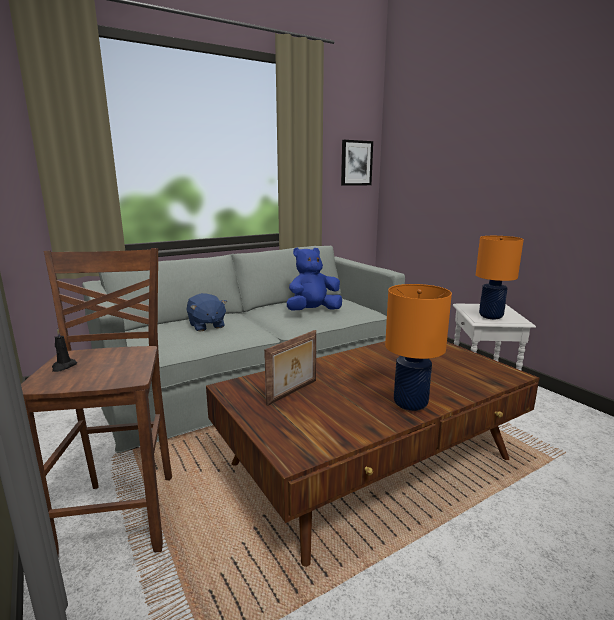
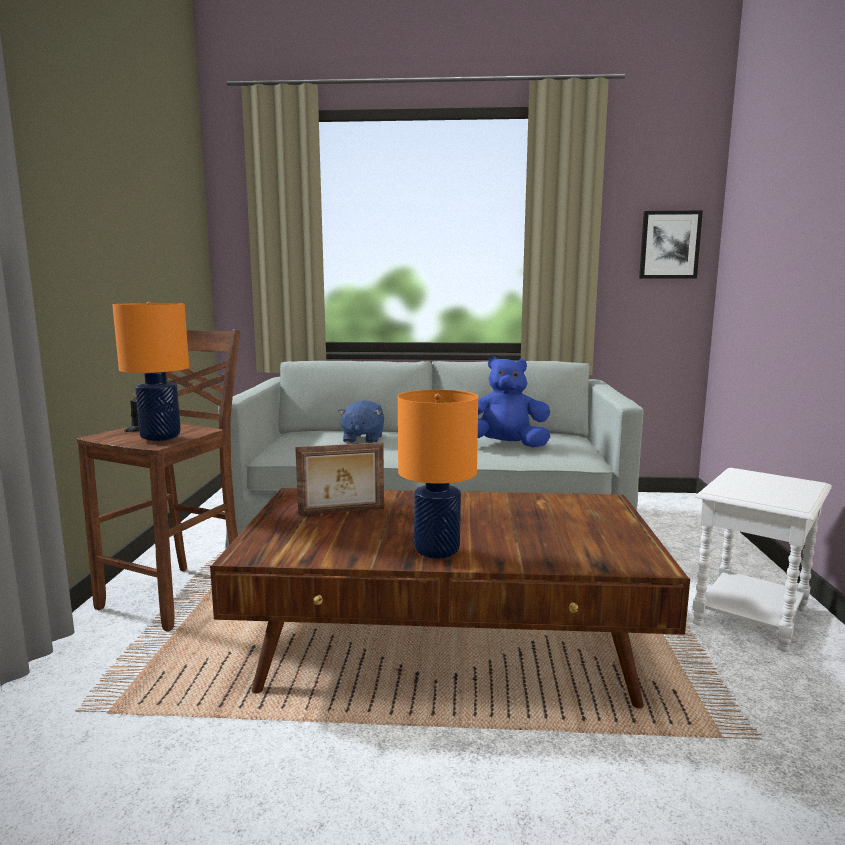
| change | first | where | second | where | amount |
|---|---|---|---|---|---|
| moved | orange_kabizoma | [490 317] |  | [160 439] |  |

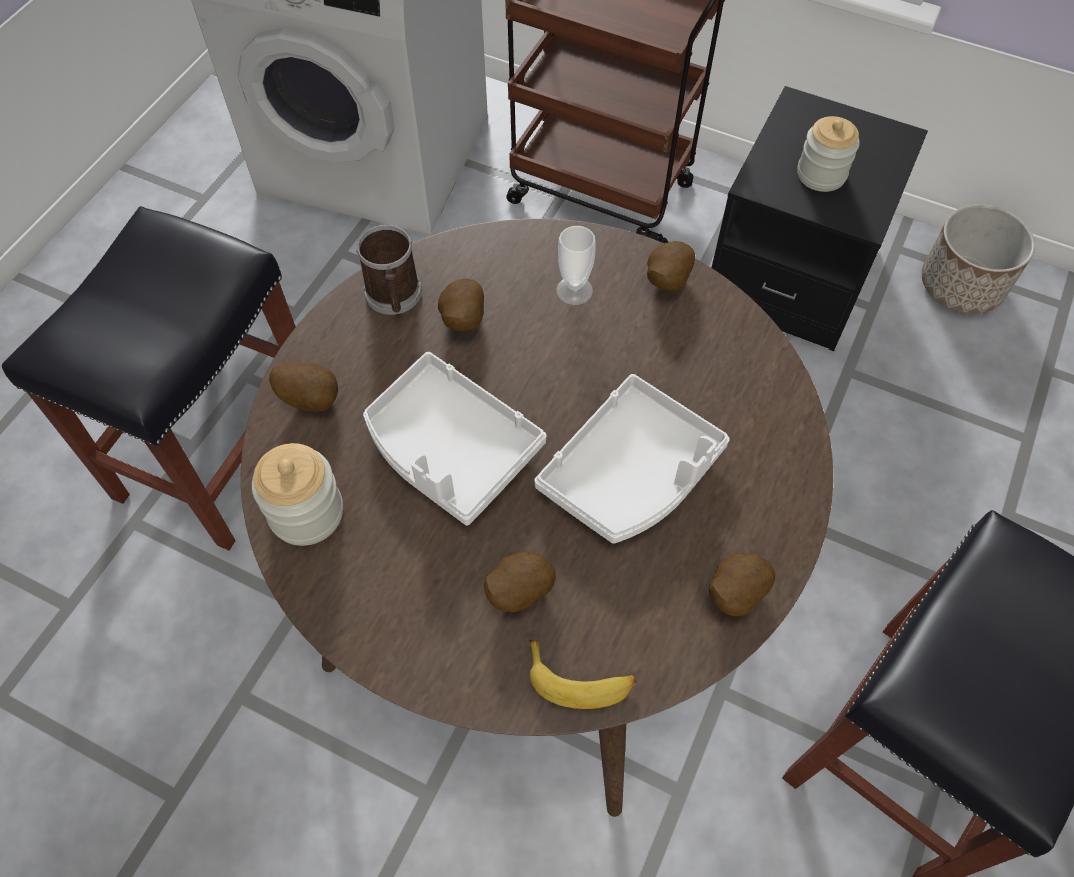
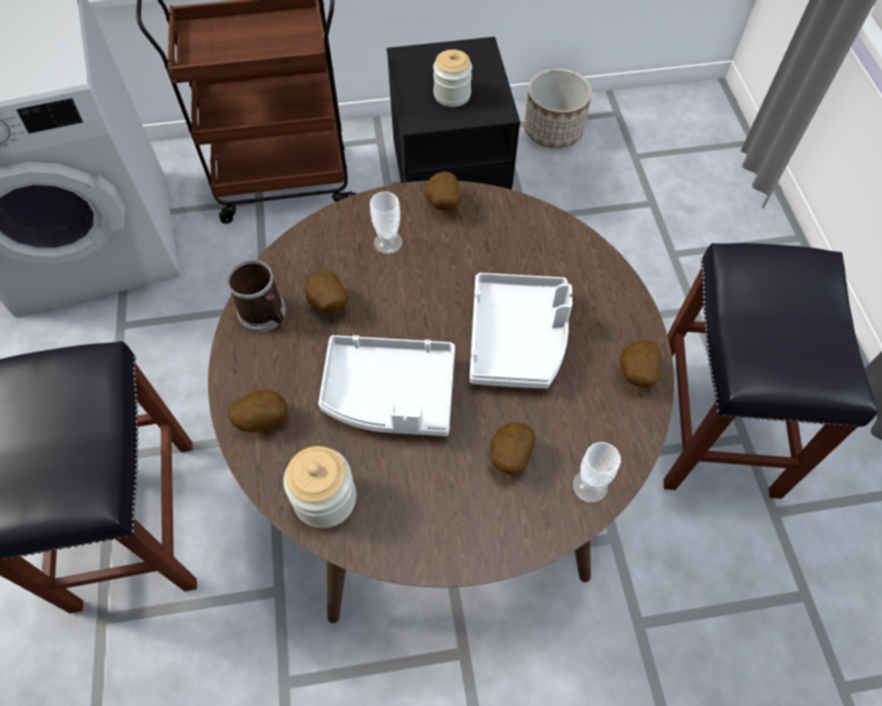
| change | first | where | second | where | amount |
|---|---|---|---|---|---|
| replaced | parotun | [580 679] | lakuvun | [590 486] |  |

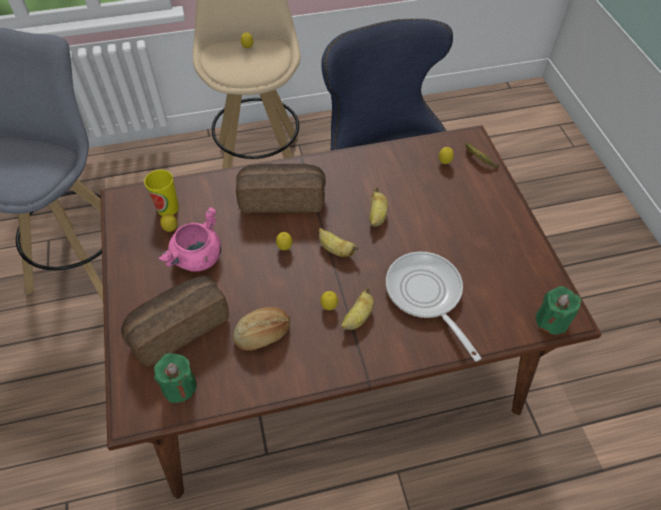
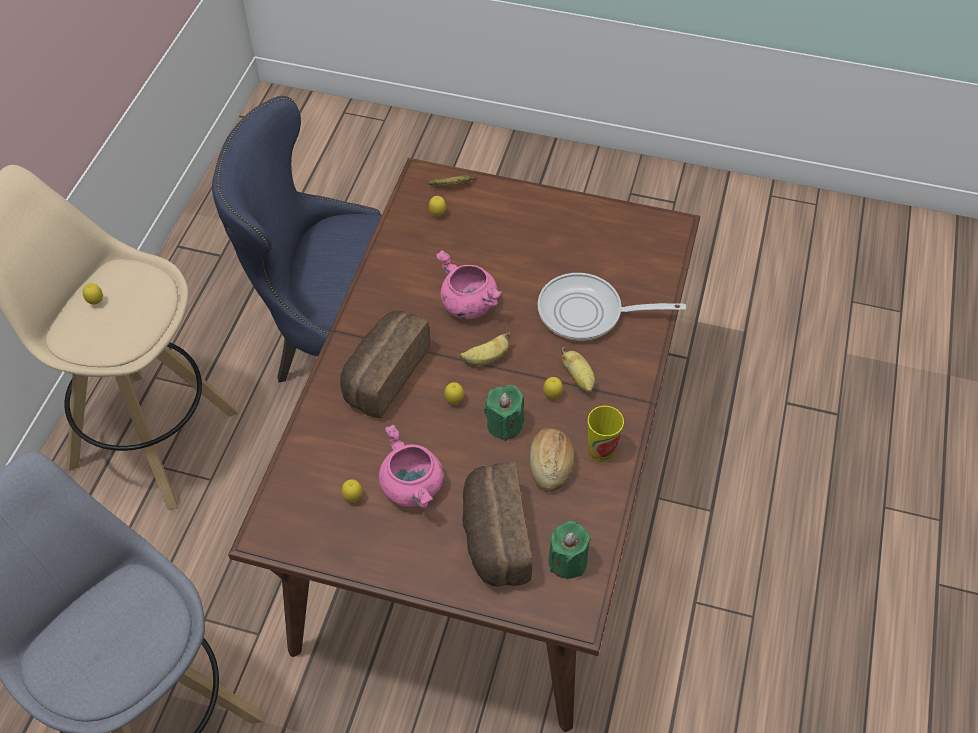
| change | first | where | second | where | amount |
|---|---|---|---|---|---|
| replaced | parotun | [377 216] | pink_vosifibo | [467 304] |  |
| moved | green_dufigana | [551 320] |  | [504 424] |  |
| moved | lakuvun | [167 208] |  | [601 450] |  |

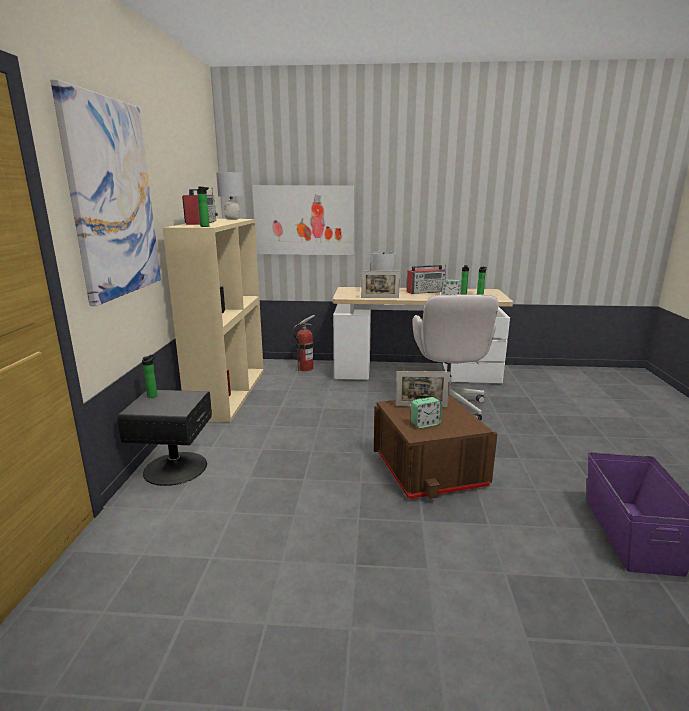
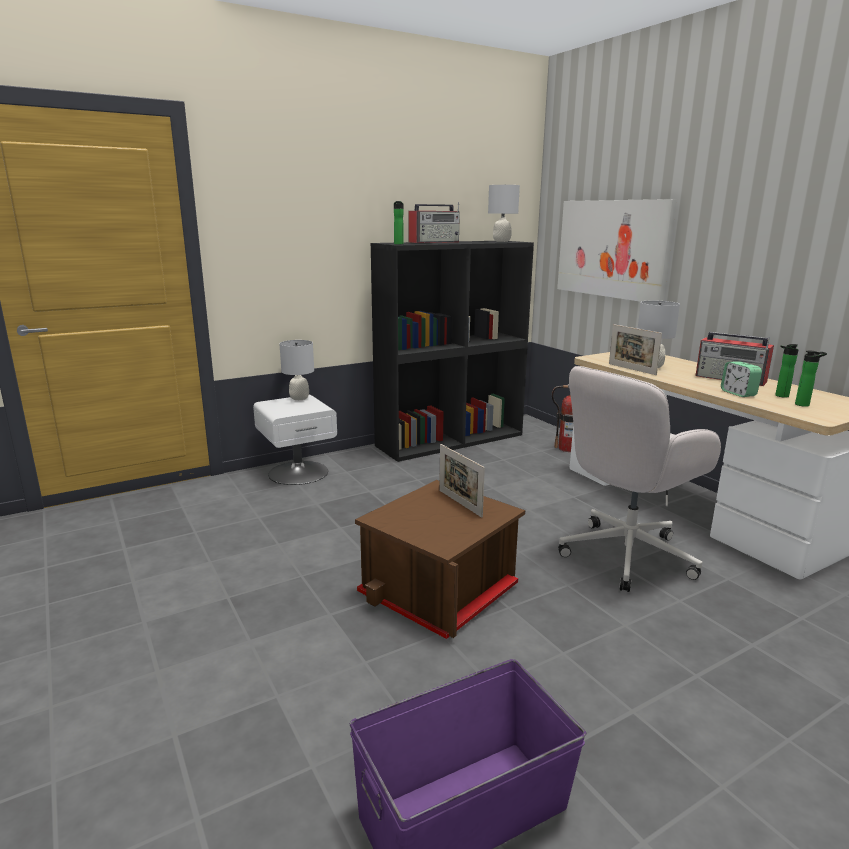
| change | first | where | second | where | amount |
|---|---|---|---|---|---|
| recoloured | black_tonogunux | [174 468] | white_tonogunux | [298 472] |  |
| replaced | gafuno | [153 395] | grey_kabizoma | [300 399] |  |
| recoloured | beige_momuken | [228 392] | black_momuken | [450 440] |  |
| removed | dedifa | [113 199] |  |  |  |
| removed | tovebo | [425 424] |  |  |  |

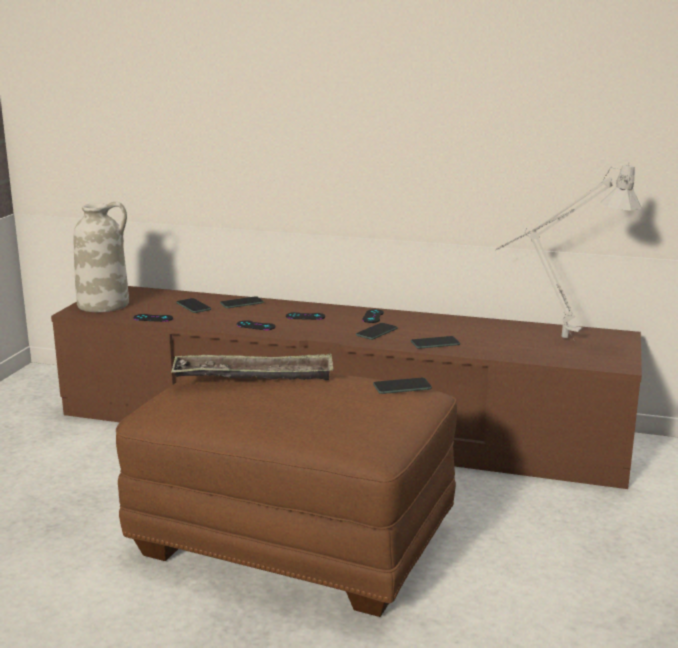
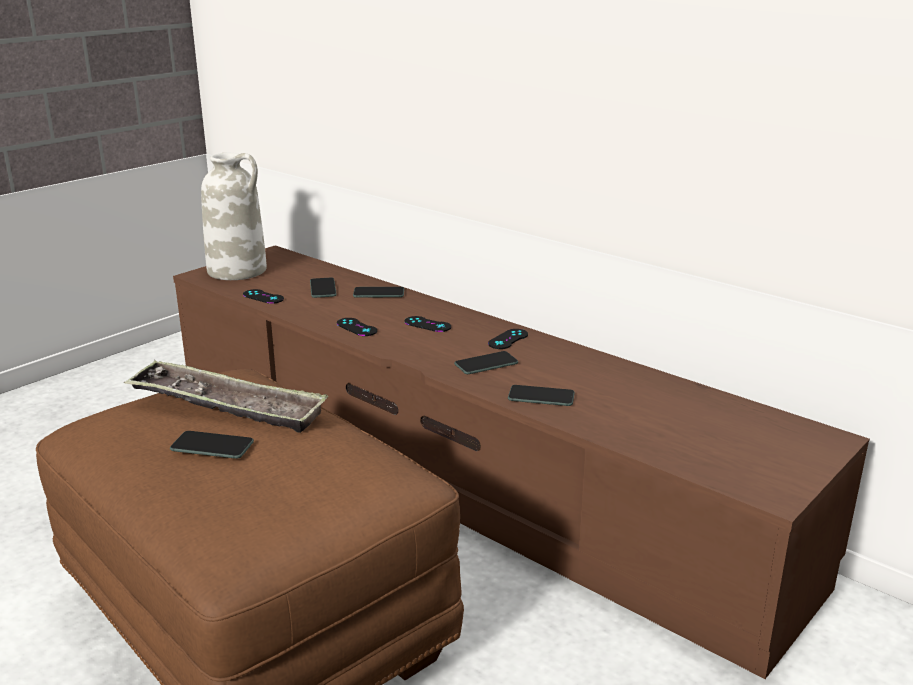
| change | first | where | second | where | amount |
|---|---|---|---|---|---|
| moved | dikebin | [402 387] |  | [212 446] |  |
| removed | grey_kabizoma | [555 338] |  |  |  |

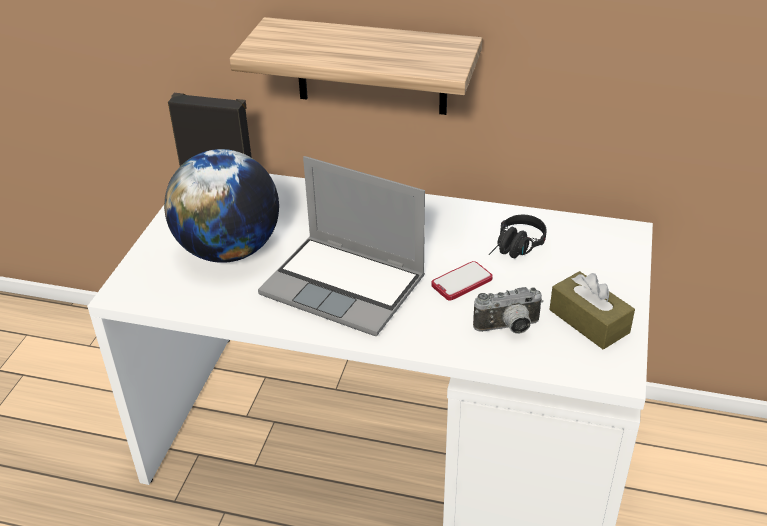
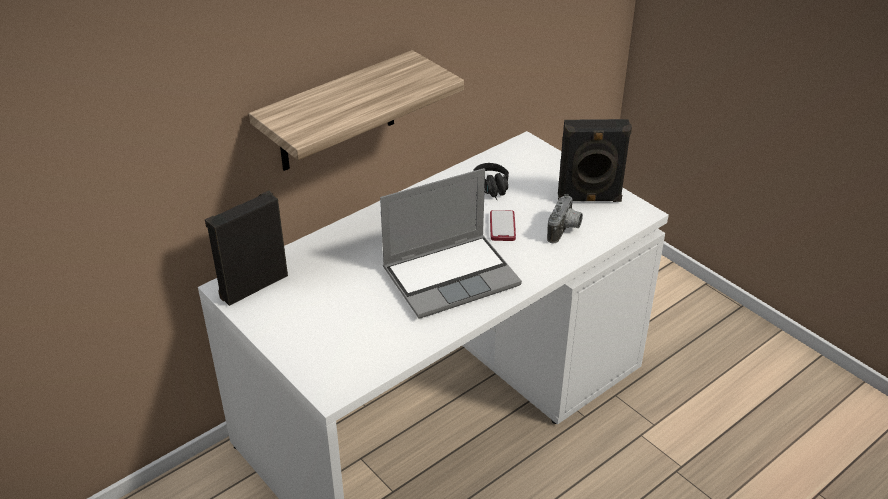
| change | first | where | second | where | amount |
|---|---|---|---|---|---|
| replaced | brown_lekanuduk | [589 321] | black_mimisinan | [589 199] |  |
| removed | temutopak | [229 250] |  |  |  |

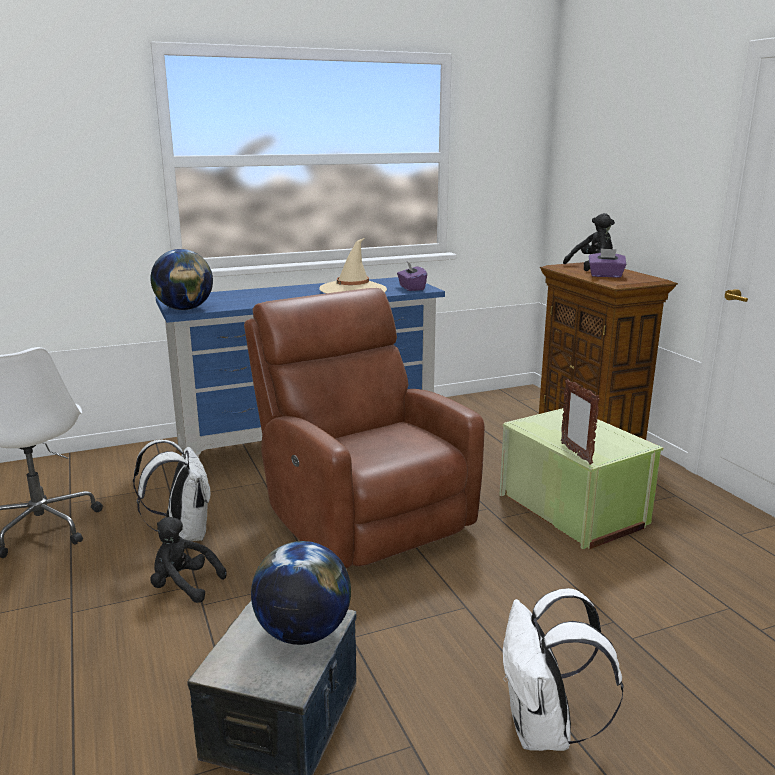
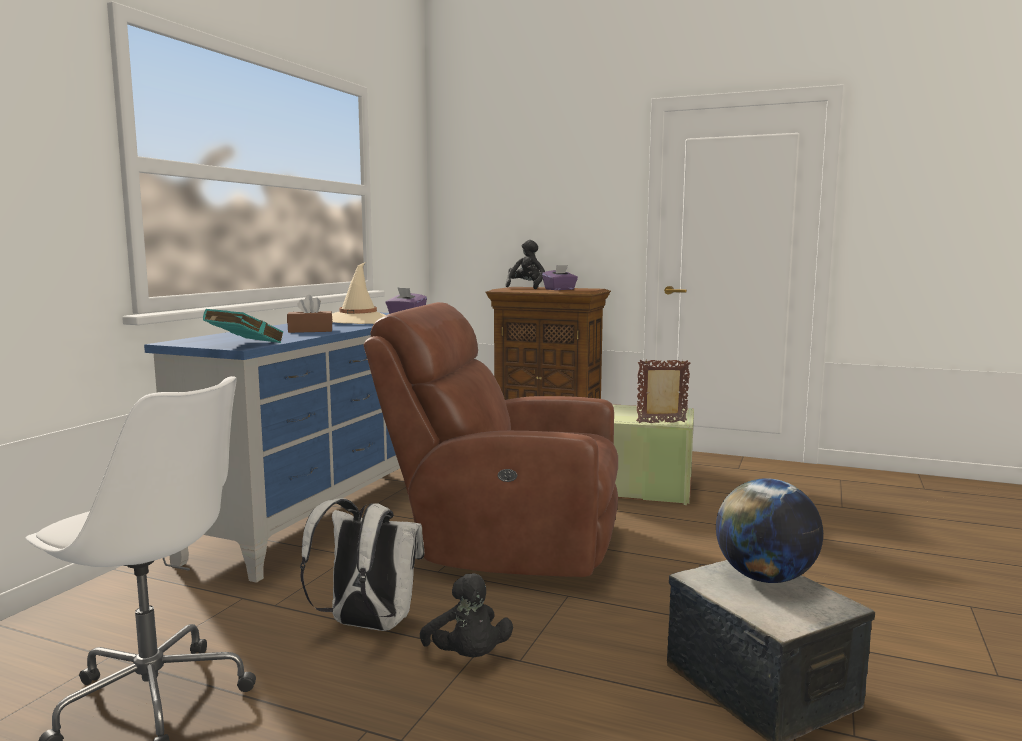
| change | first | where | second | where | amount |
|---|---|---|---|---|---|
| replaced | temutopak | [184 309] | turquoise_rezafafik | [242 345] |  |
| added |  |  | brown_lekanuduk | [310 331] |  |
| turned | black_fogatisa | [184 586] |  | [467 657] | 90 degrees counterclockwise |
| turned | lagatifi | [576 453] |  | [662 423] | 150 degrees clockwise |
| removed | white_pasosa | [544 730] |  |  |  |

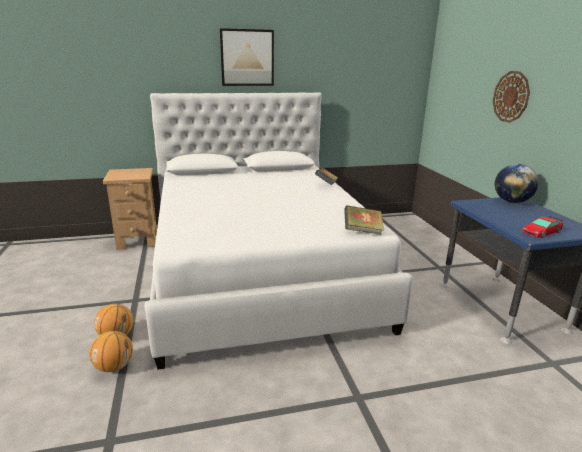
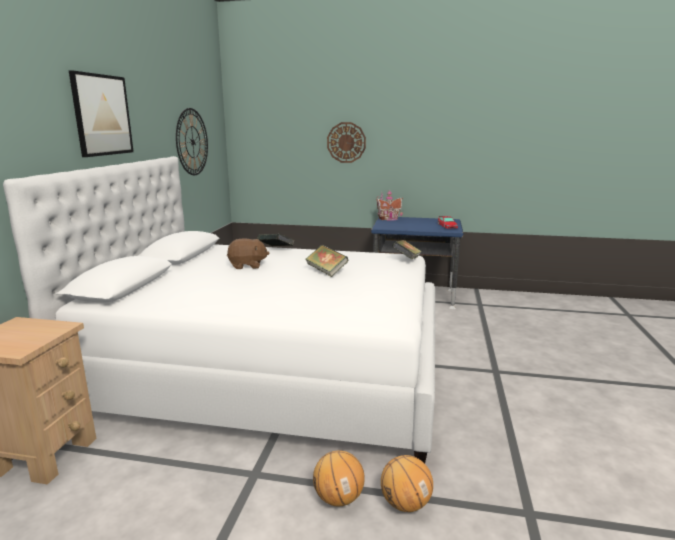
| change | first | where | second | where | amount |
|---|---|---|---|---|---|
| added |  |  | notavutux | [192 142] |  |
| added |  |  | brown_fogatisa | [247 266] |  |
| added |  |  | rezafafik | [326 271] |  |
| replaced | temutopak | [511 201] | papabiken | [389 219] |  |

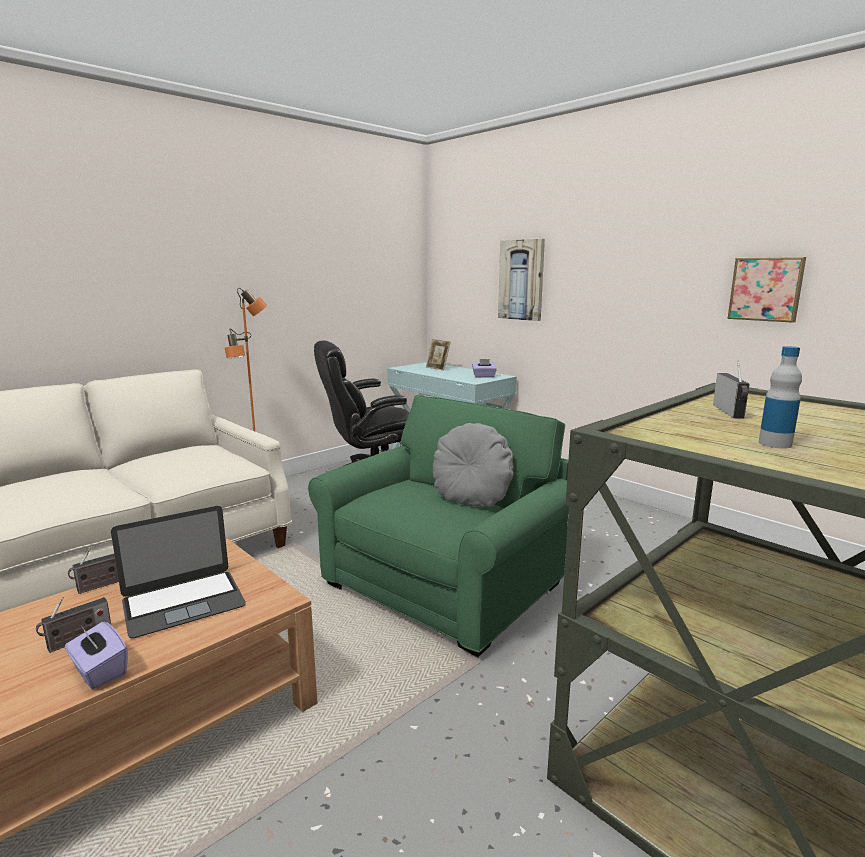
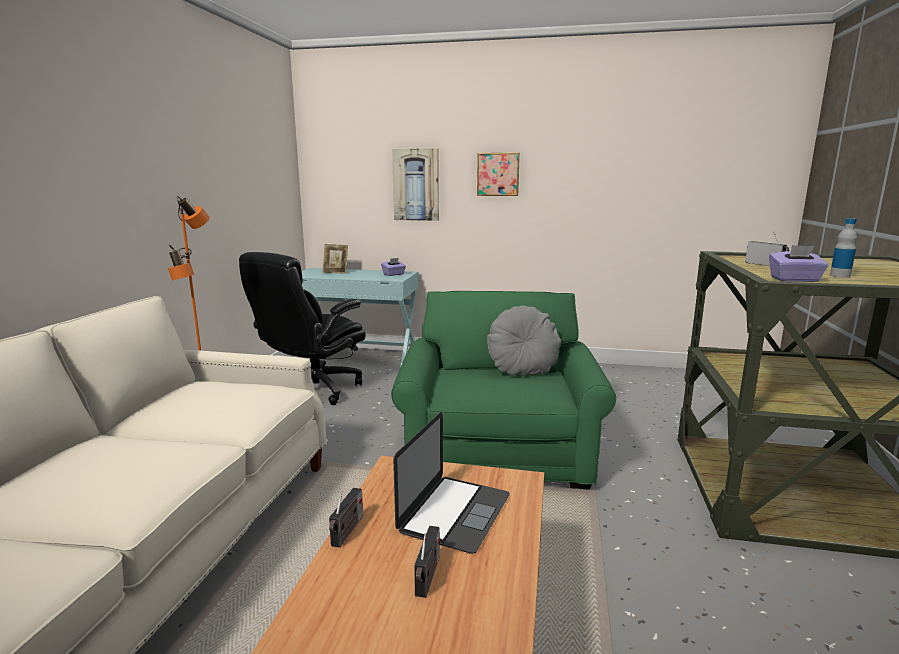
| change | first | where | second | where | amount |
|---|---|---|---|---|---|
| moved | dedifa | [766 289] |  | [498 174] |  |
| moved | purple_lekanuduk | [99 671] |  | [795 280] |  |

